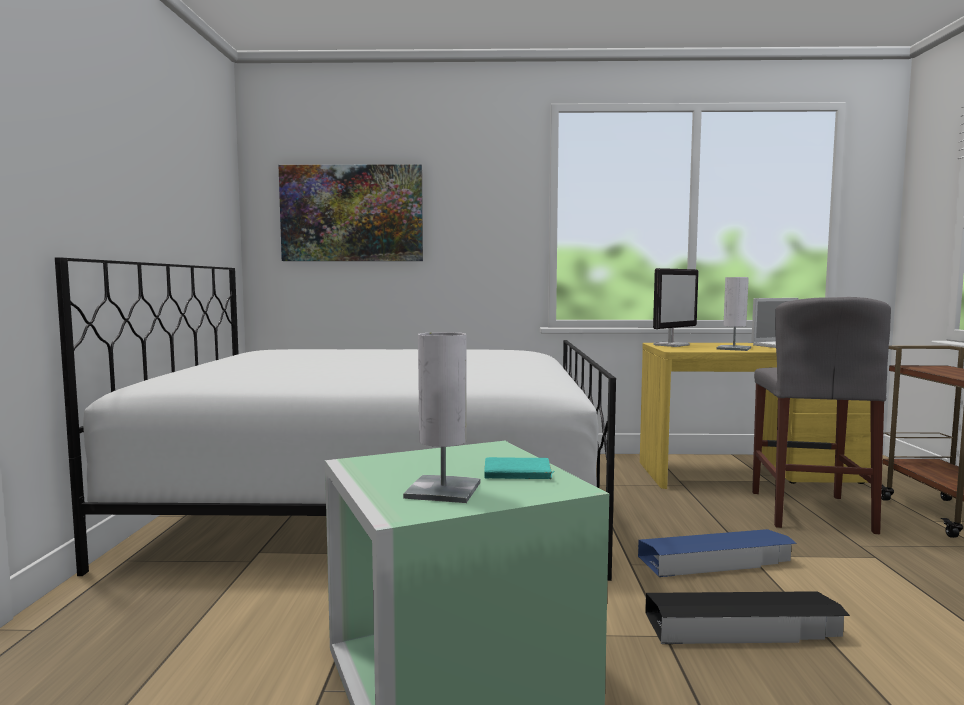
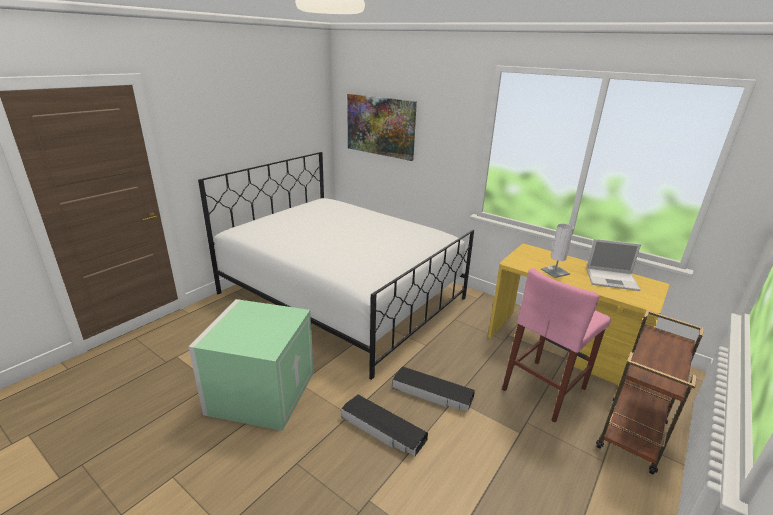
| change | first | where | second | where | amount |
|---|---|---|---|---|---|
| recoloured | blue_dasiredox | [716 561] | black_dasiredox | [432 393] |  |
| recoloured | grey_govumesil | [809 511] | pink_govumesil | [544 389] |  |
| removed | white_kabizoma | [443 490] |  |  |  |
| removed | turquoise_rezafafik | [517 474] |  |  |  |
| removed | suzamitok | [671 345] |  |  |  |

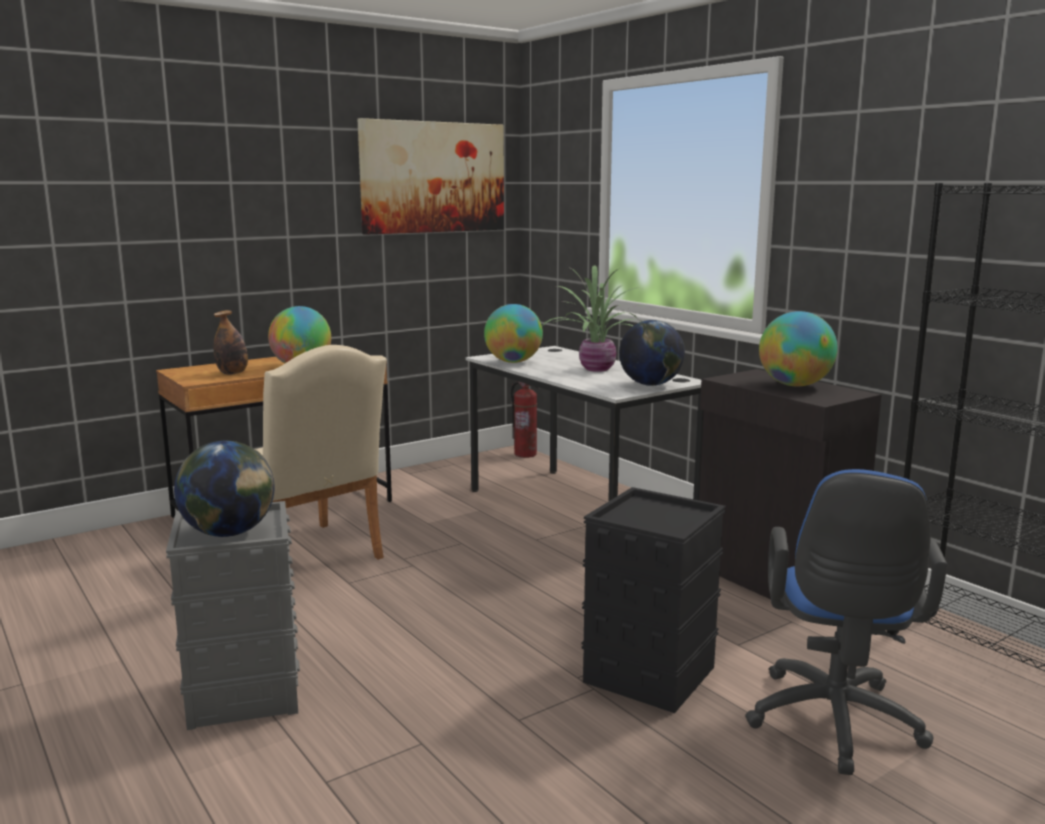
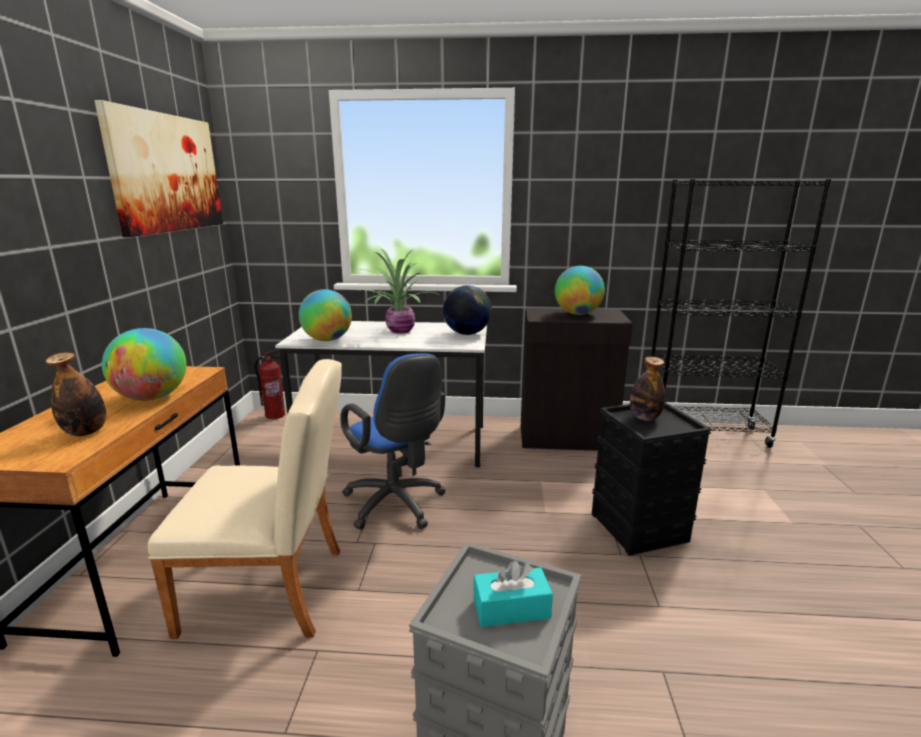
| change | first | where | second | where | amount |
|---|---|---|---|---|---|
| moved | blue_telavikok | [834 726] |  | [397 506] |  |
| replaced | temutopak | [229 534] | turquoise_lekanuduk | [511 608] |  |
| added |  |  | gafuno | [644 418] |  |

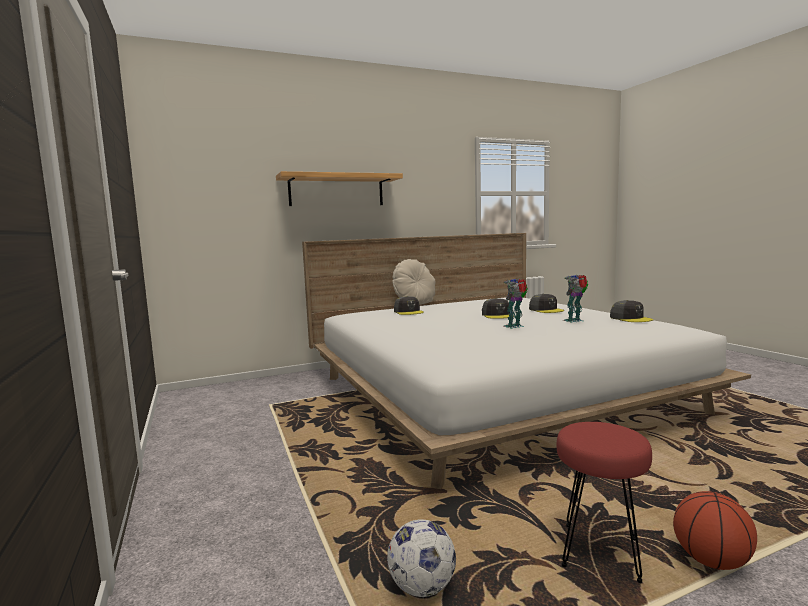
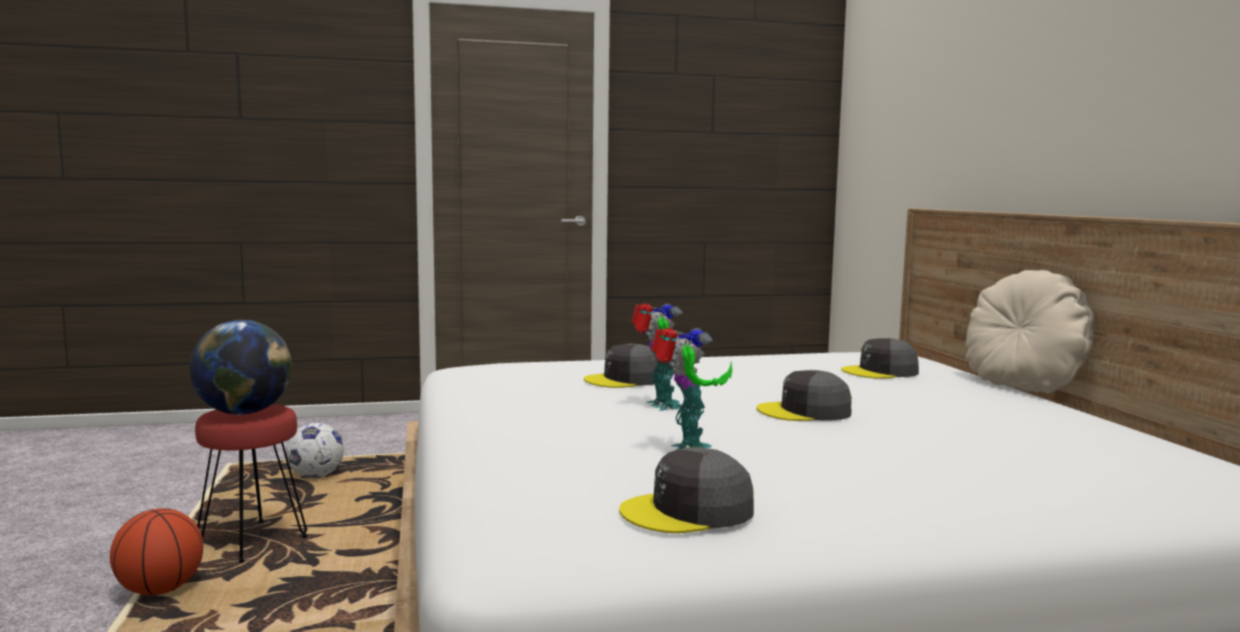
| change | first | where | second | where | amount |
|---|---|---|---|---|---|
| added |  |  | temutopak | [244 413] |  |
| moved | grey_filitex | [546 310] |  | [625 380] |  |
| removed | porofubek | [336 191] |  |  |  |

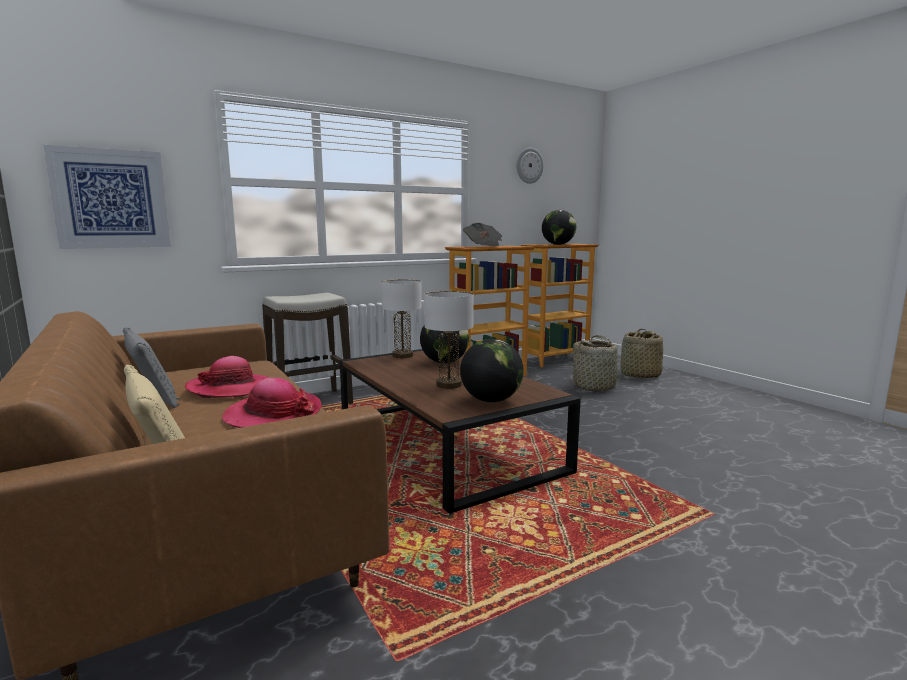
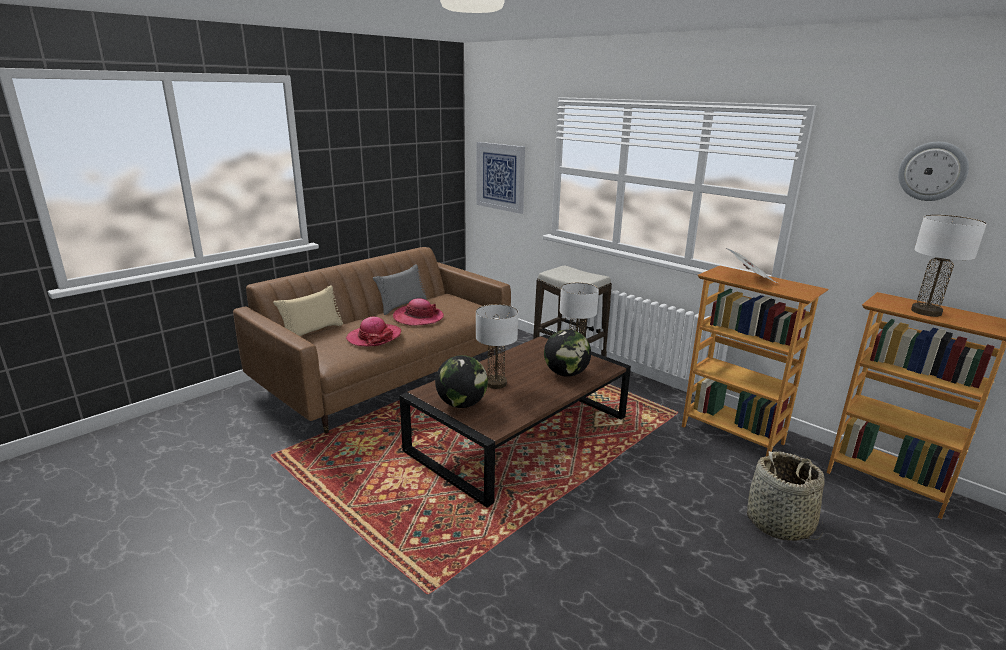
| change | first | where | second | where | amount |
|---|---|---|---|---|---|
| replaced | temutopak | [558 244] | kabizoma | [926 312] |  |
| removed | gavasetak | [639 375] |  |  |  |

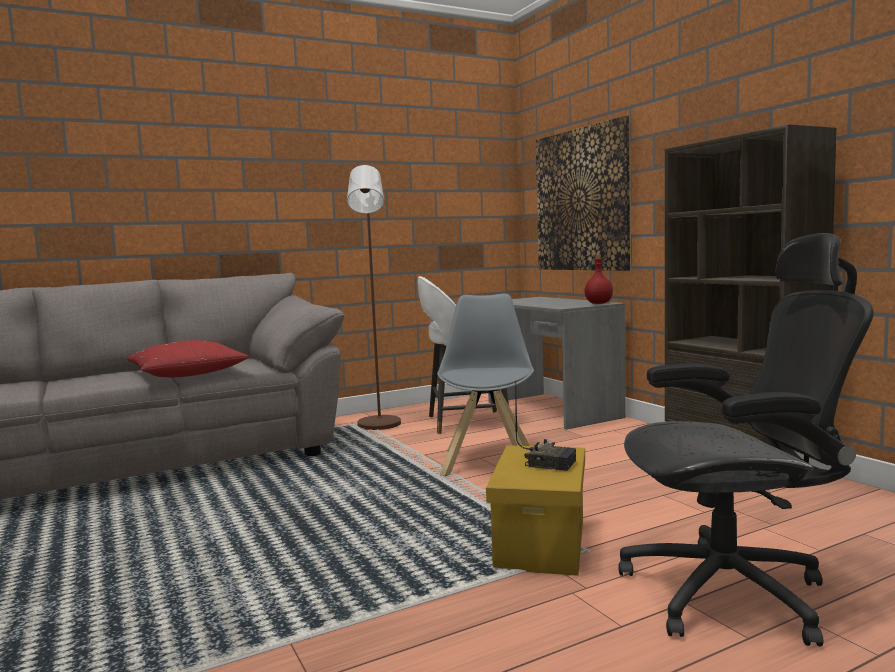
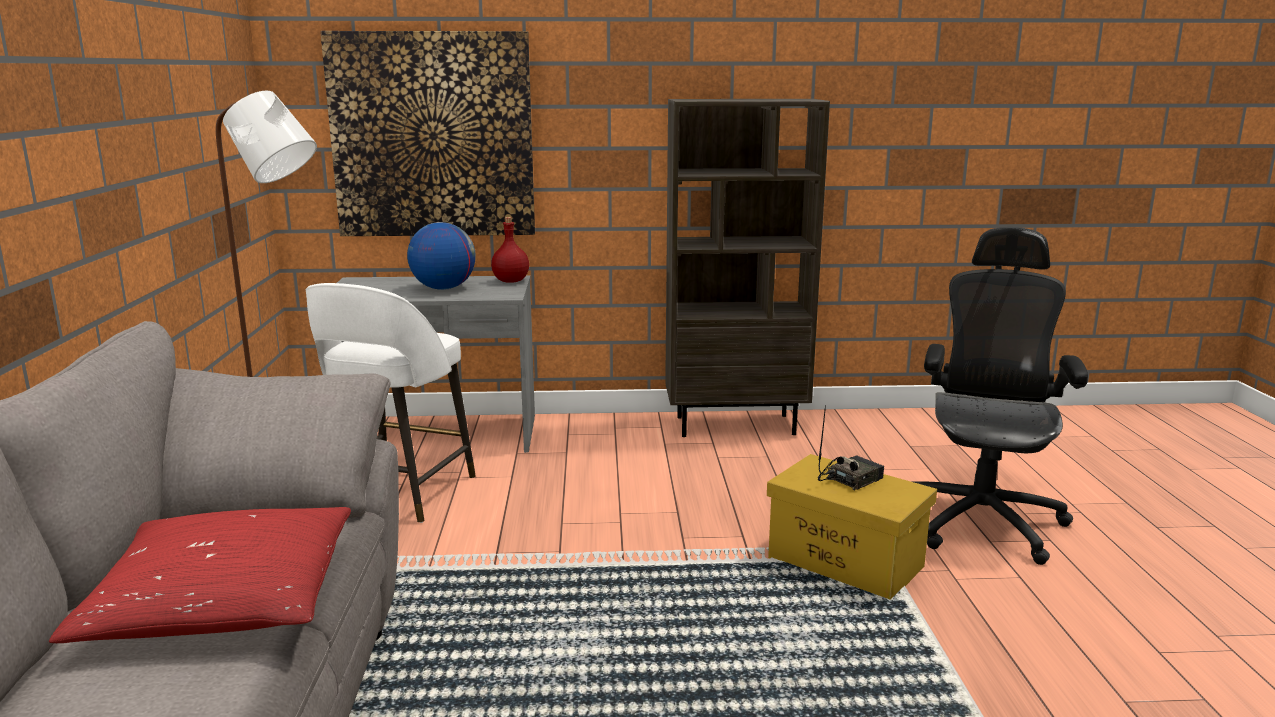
| change | first | where | second | where | amount |
|---|---|---|---|---|---|
| added |  |  | temutopak | [443 288] |  |
| removed | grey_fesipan | [489 461] |  |  |  |

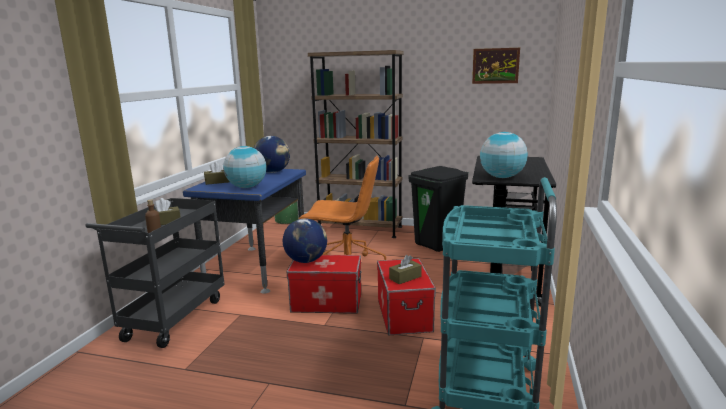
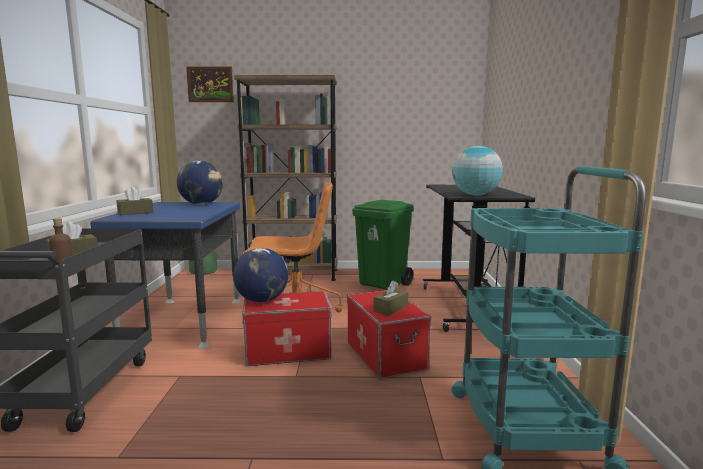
| change | first | where | second | where | amount |
|---|---|---|---|---|---|
| moved | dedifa | [495 66] |  | [210 84] |  |
| recoloured | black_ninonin | [437 245] | green_ninonin | [383 284] |  |
| removed | temutopak | [247 187] |  |  |  |

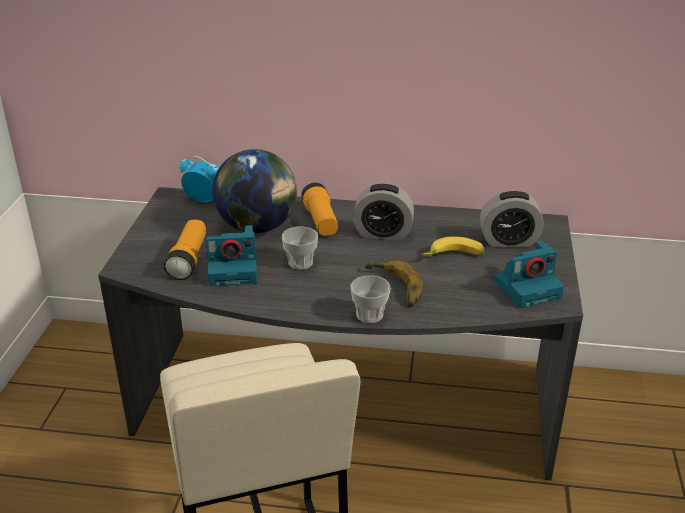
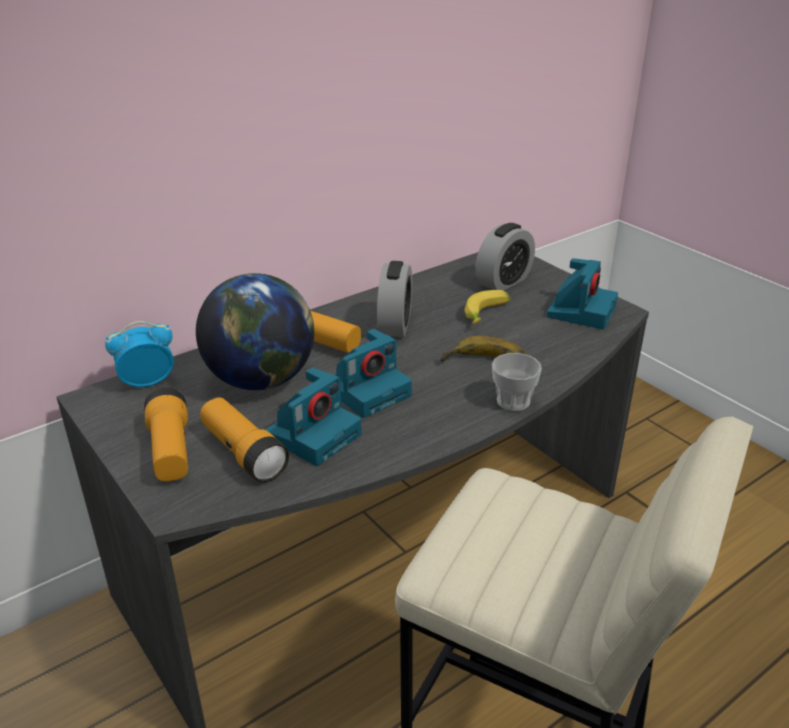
| change | first | where | second | where | amount |
|---|---|---|---|---|---|
| added |  |  | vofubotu | [171 451] |  |
| replaced | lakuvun | [300 263] | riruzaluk | [368 390] |  |
| turned | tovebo | [383 233] |  | [395 325] | 45 degrees counterclockwise |

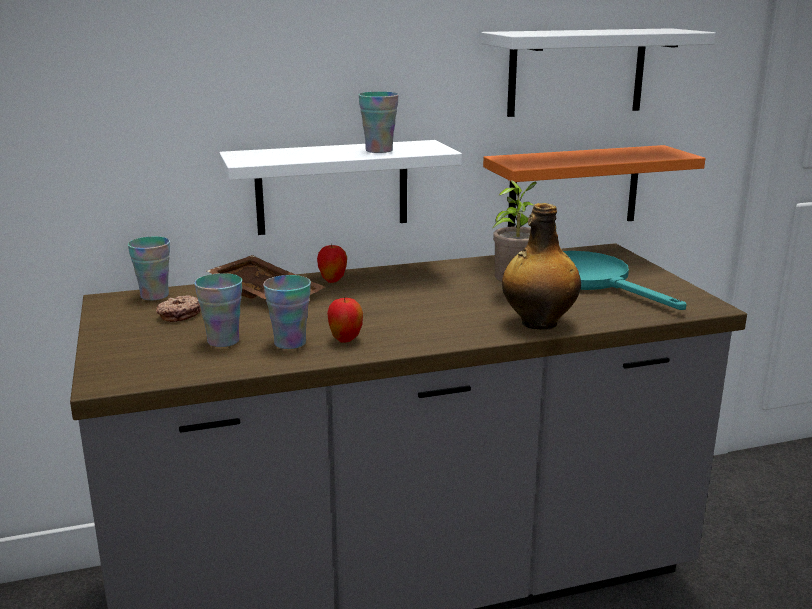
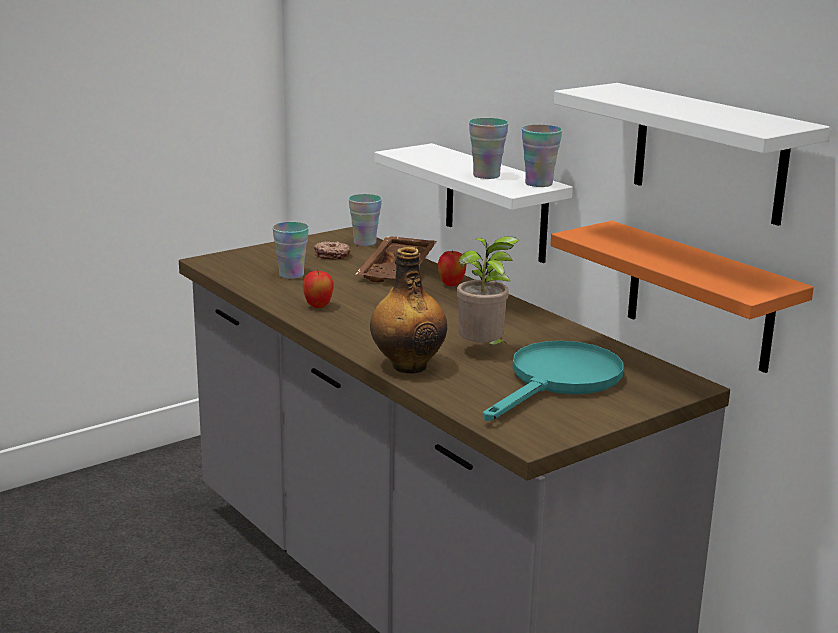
| change | first | where | second | where | amount |
|---|---|---|---|---|---|
| moved | lakuvun | [290 343] |  | [538 184] |  |

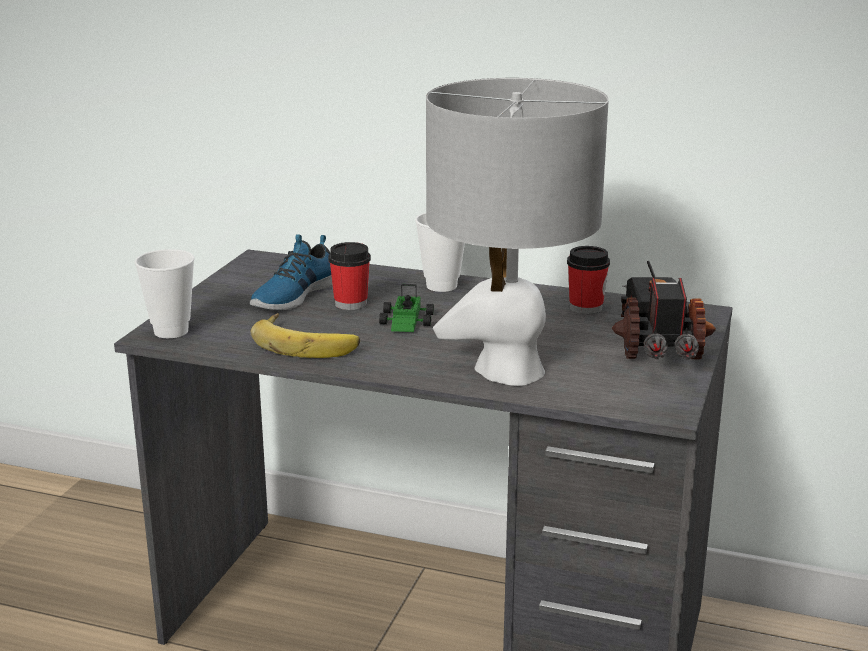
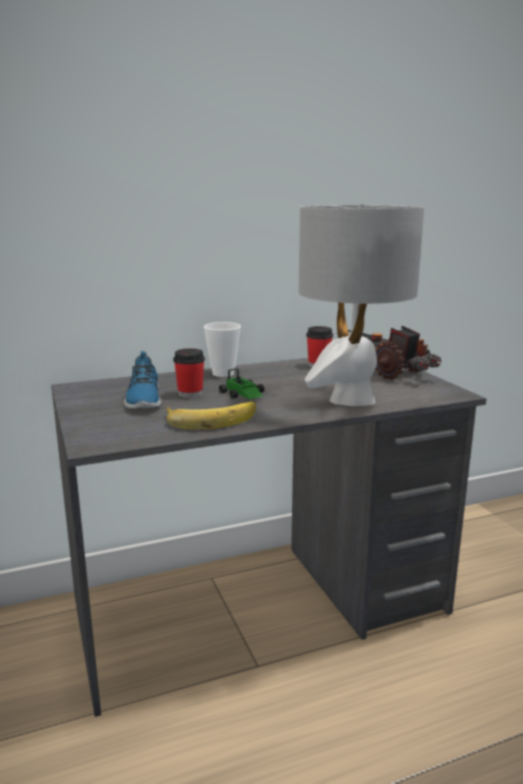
| change | first | where | second | where | amount |
|---|---|---|---|---|---|
| removed | lakuvun | [171 331] |  |  |  |

